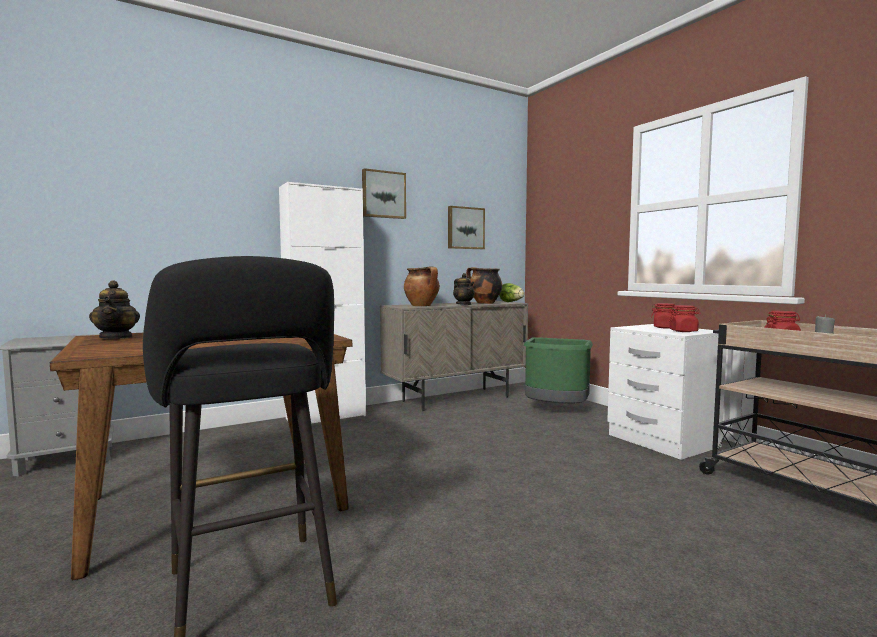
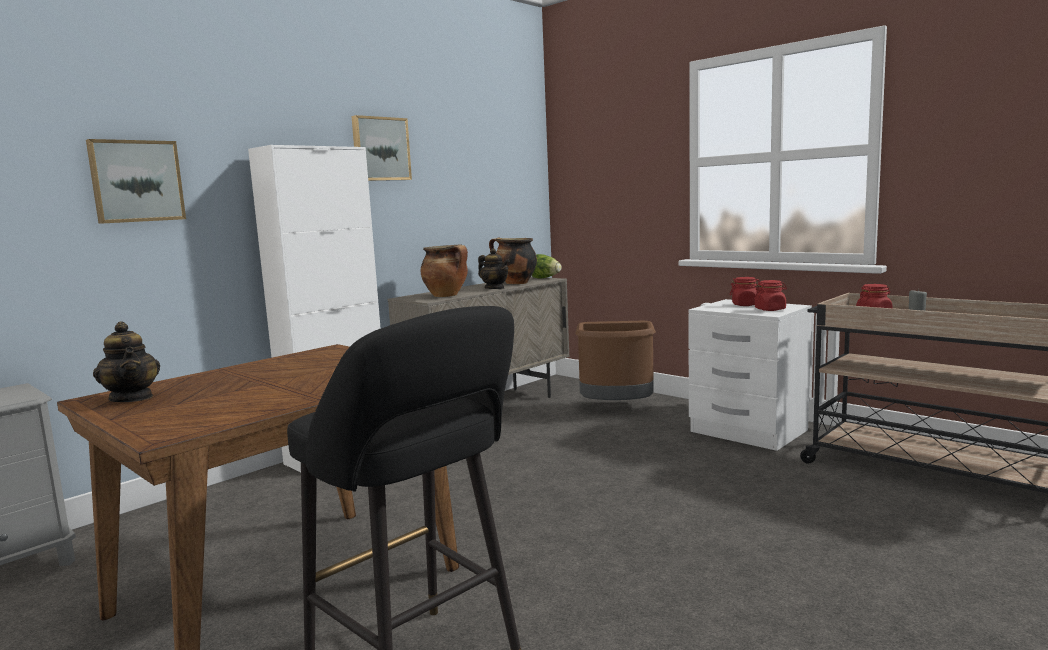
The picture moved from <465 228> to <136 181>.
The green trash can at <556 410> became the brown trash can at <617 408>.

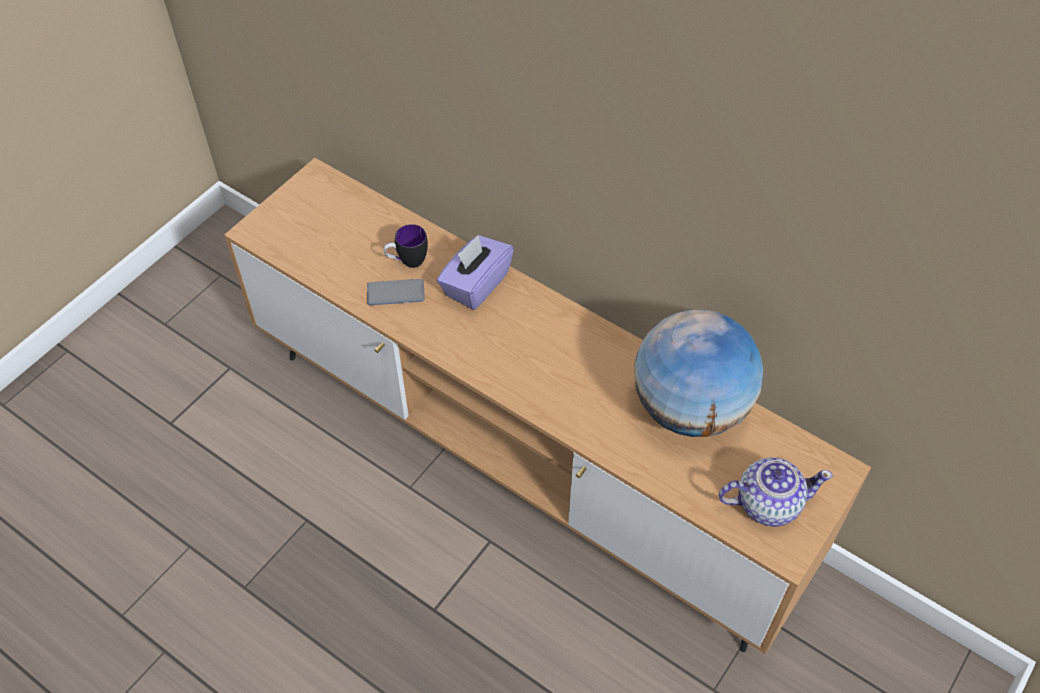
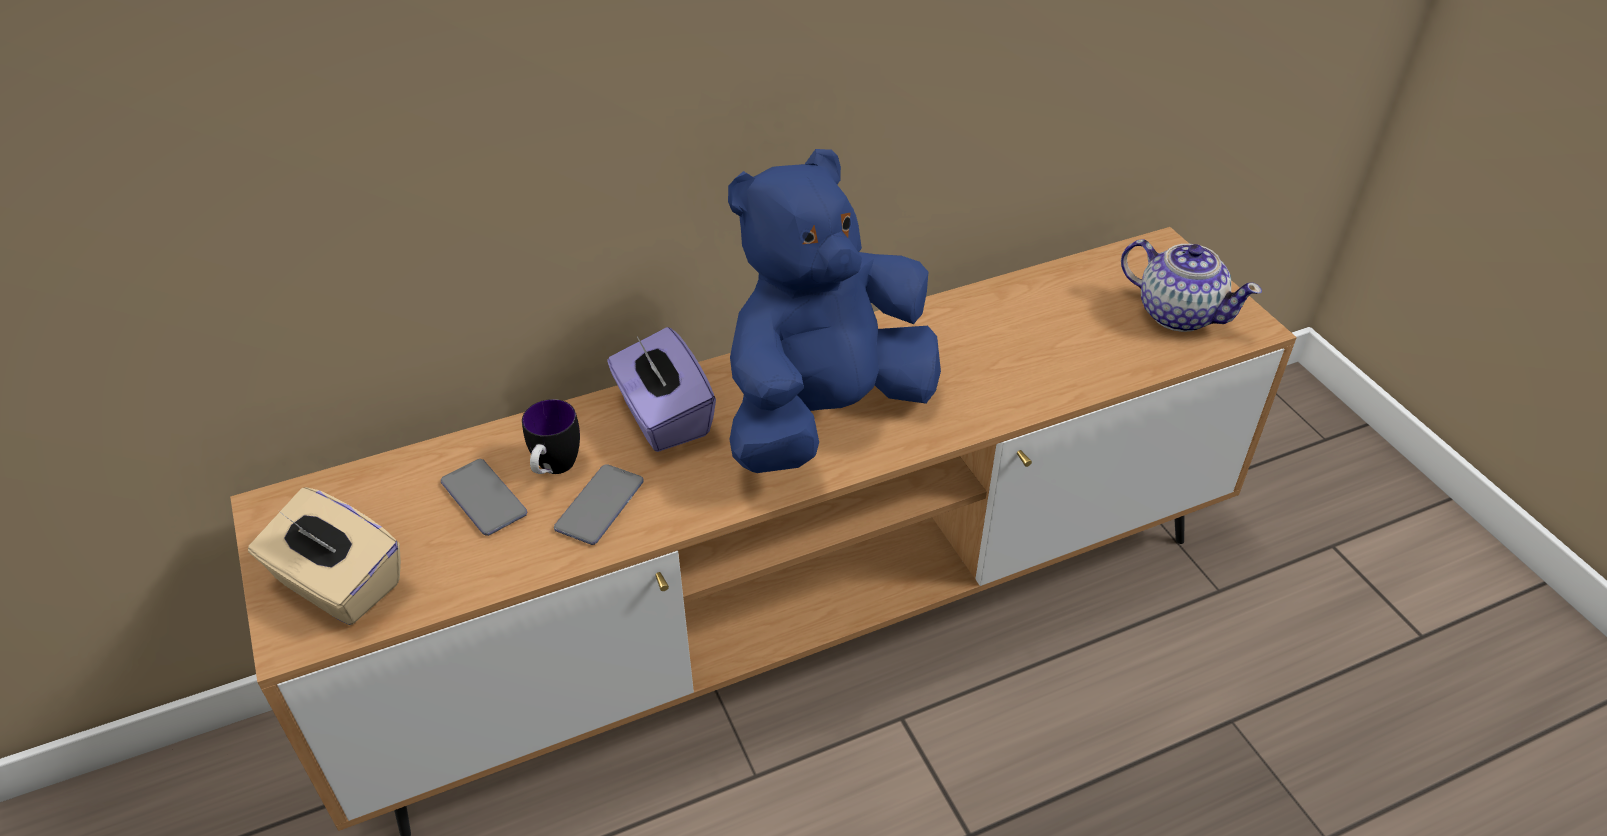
The globe at <690 408> disappeared.
The beige tissue box at <338 584> appeared.
The phone at <484 498> appeared.
The blue plush toy at <824 413> appeared.
The teapot at <767 503> turned 105 degrees clockwise.

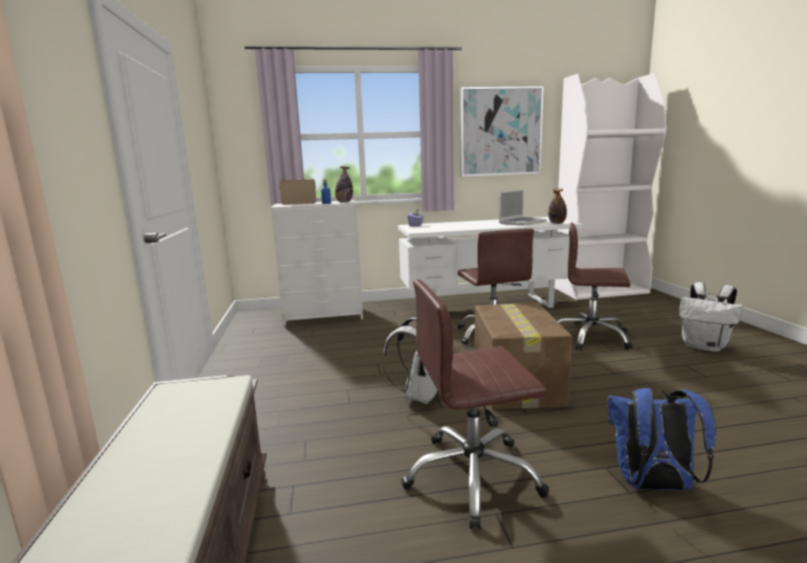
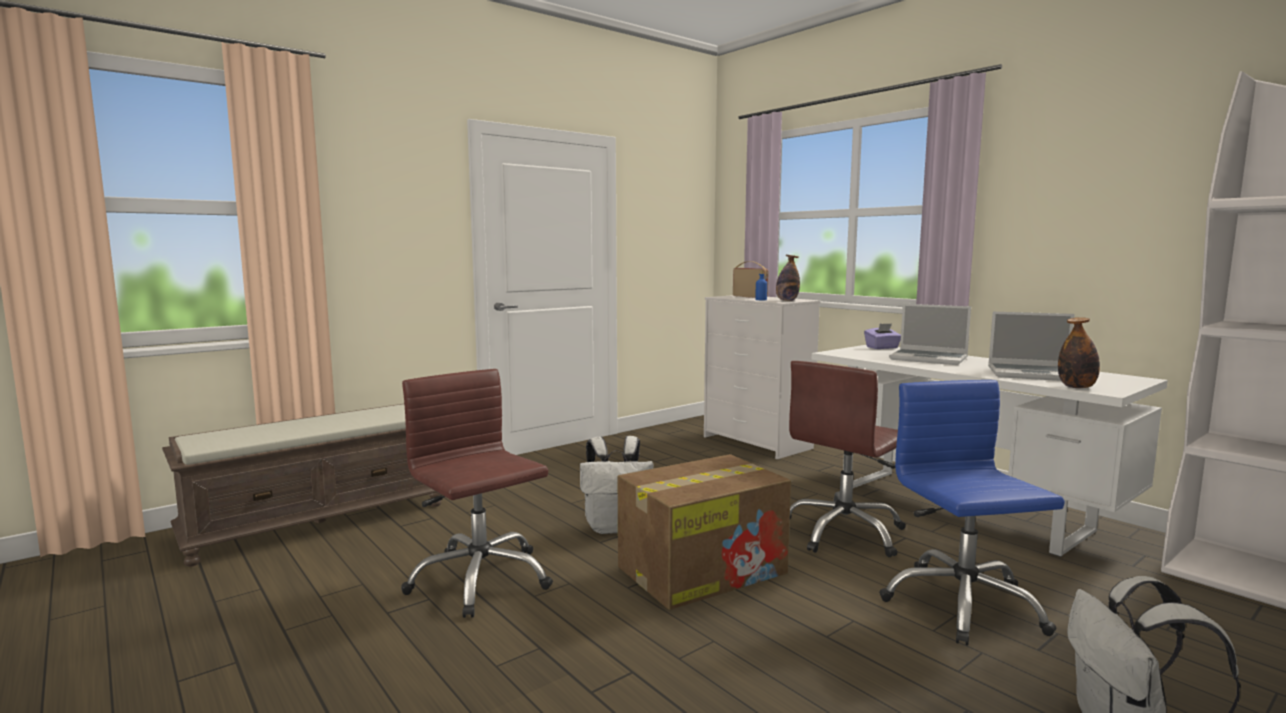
The picture at <500 132> disappeared.
The blue backpack at <652 485> disappeared.
The laptop at <929 359> appeared.
The brown office chair at <590 337> became the blue office chair at <962 604>.

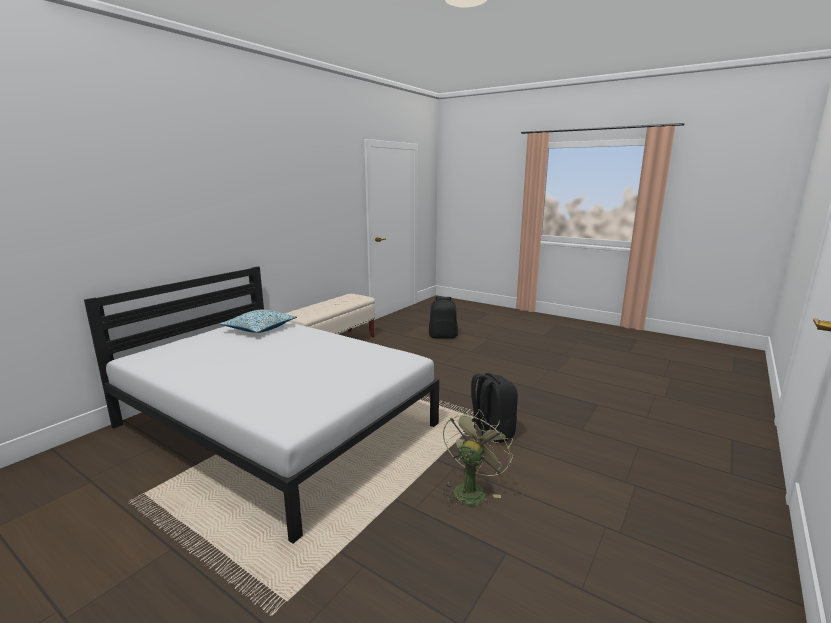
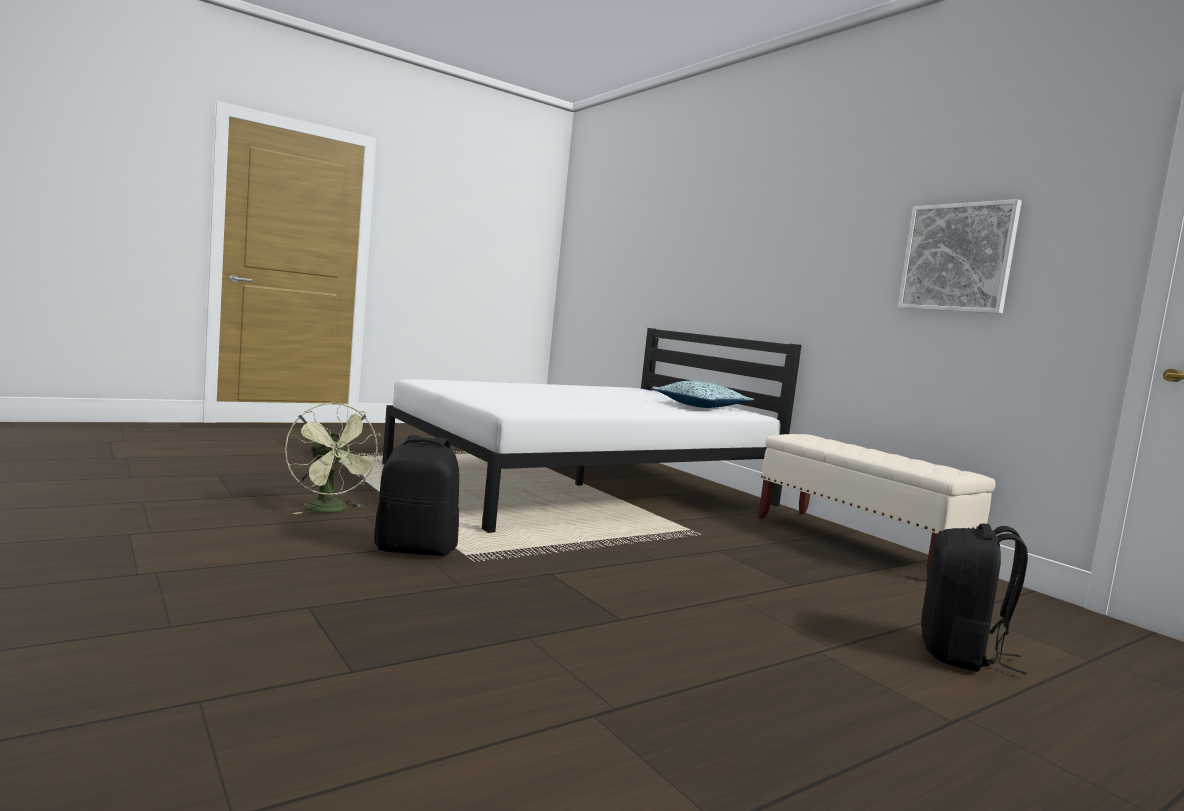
The picture at <957 258> appeared.

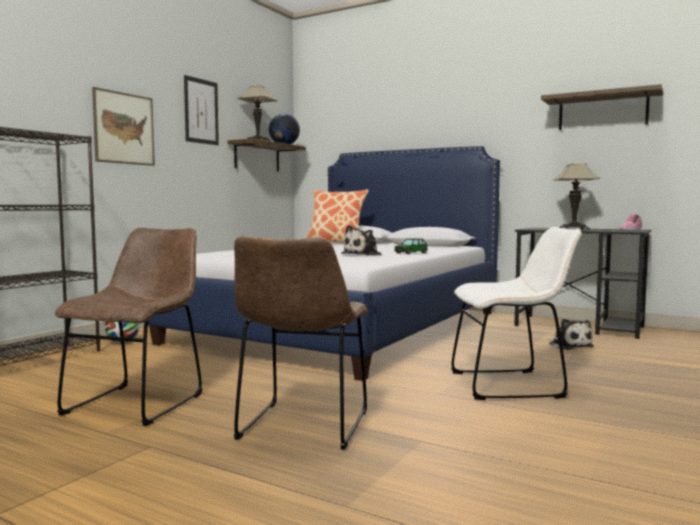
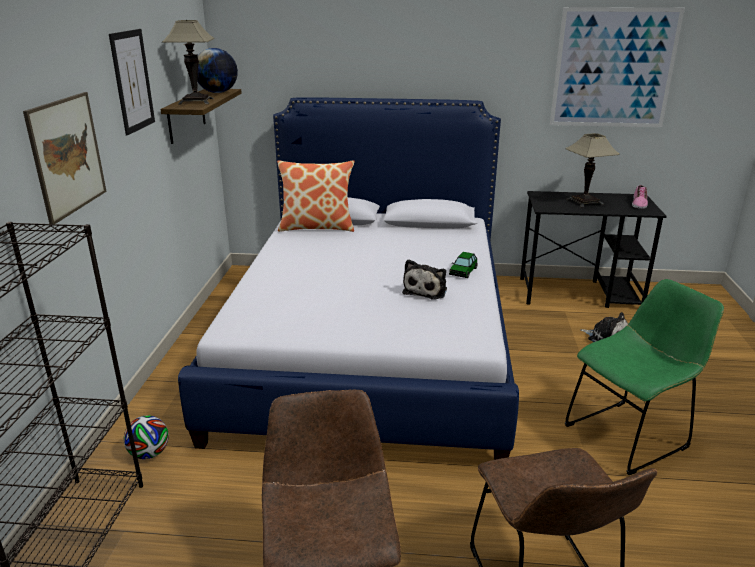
The shelf at <602 111> was replaced by the picture at <613 68>.
The white chair at <512 385> became the green chair at <630 434>.

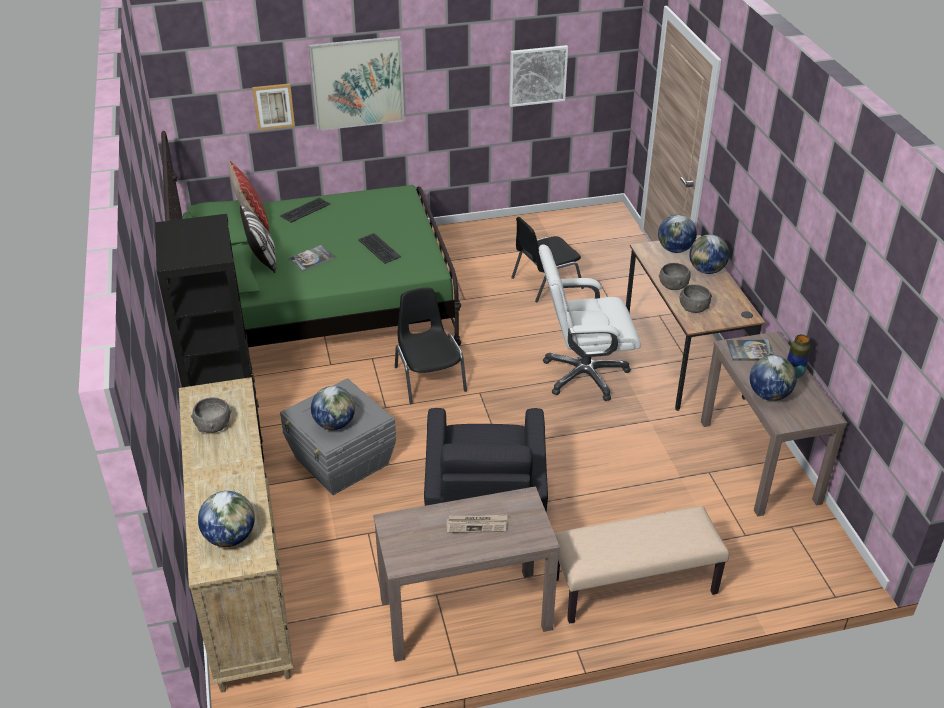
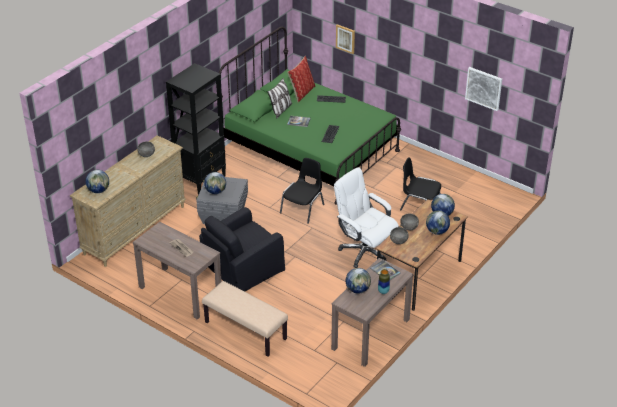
The picture at <357 83> disappeared.

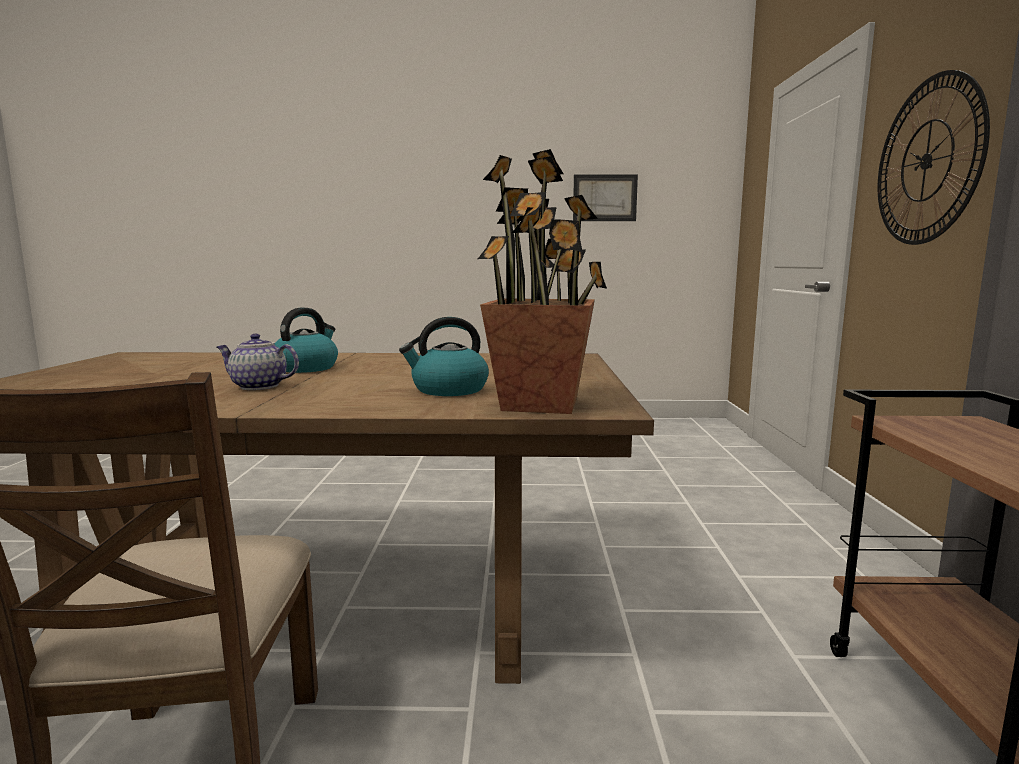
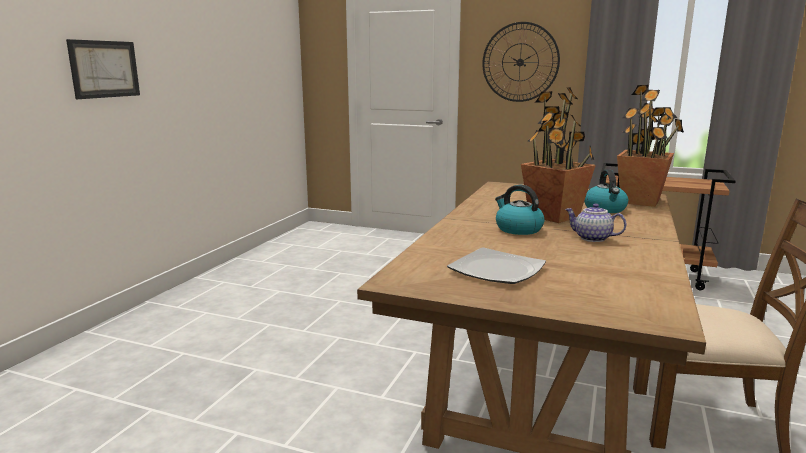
The plate at <496 269> appeared.
The potted plant at <553 216> appeared.
The picture moved from <604 198> to <104 69>.
The teapot at <257 387> turned 90 degrees clockwise.

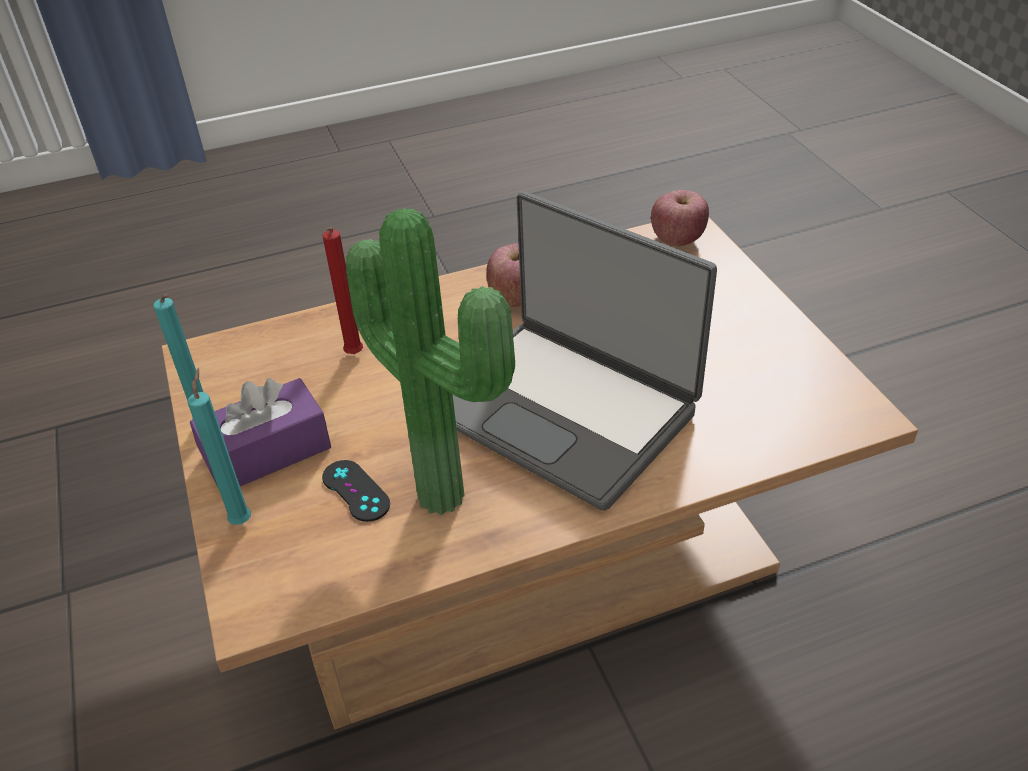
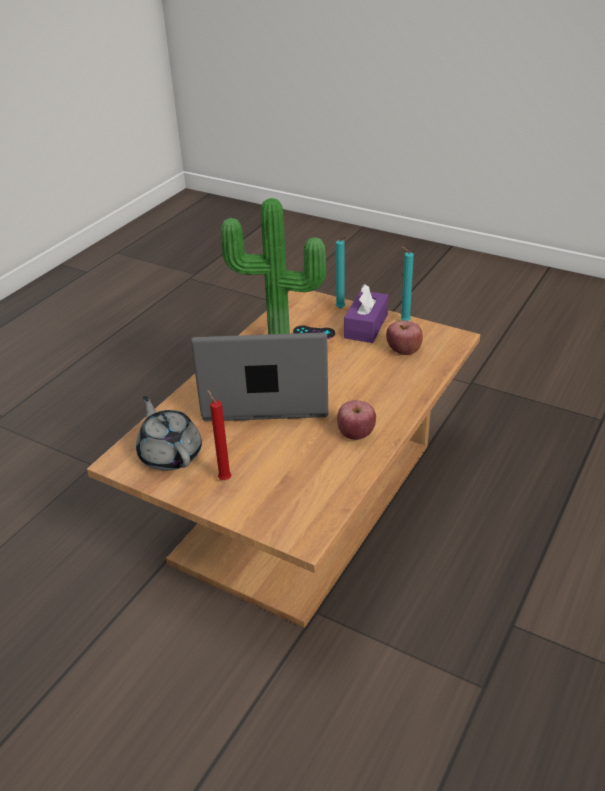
The grey teapot at <170 454> appeared.
The red candle moved from <354 356> to <223 478>.
The apple moved from <677 239> to <404 351>.

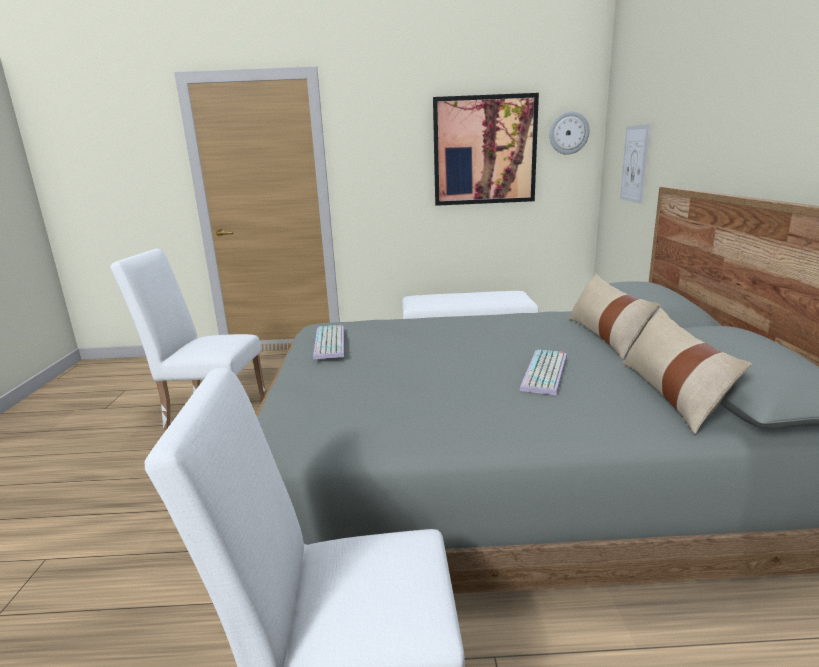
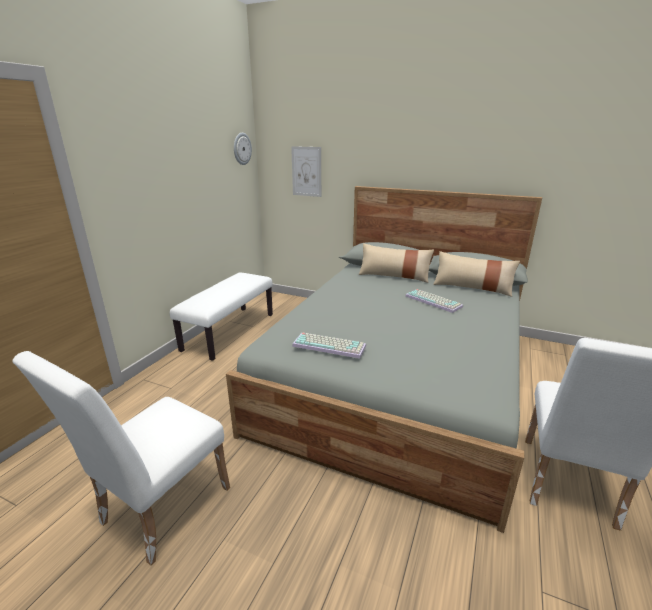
The picture at <484 150> disappeared.

